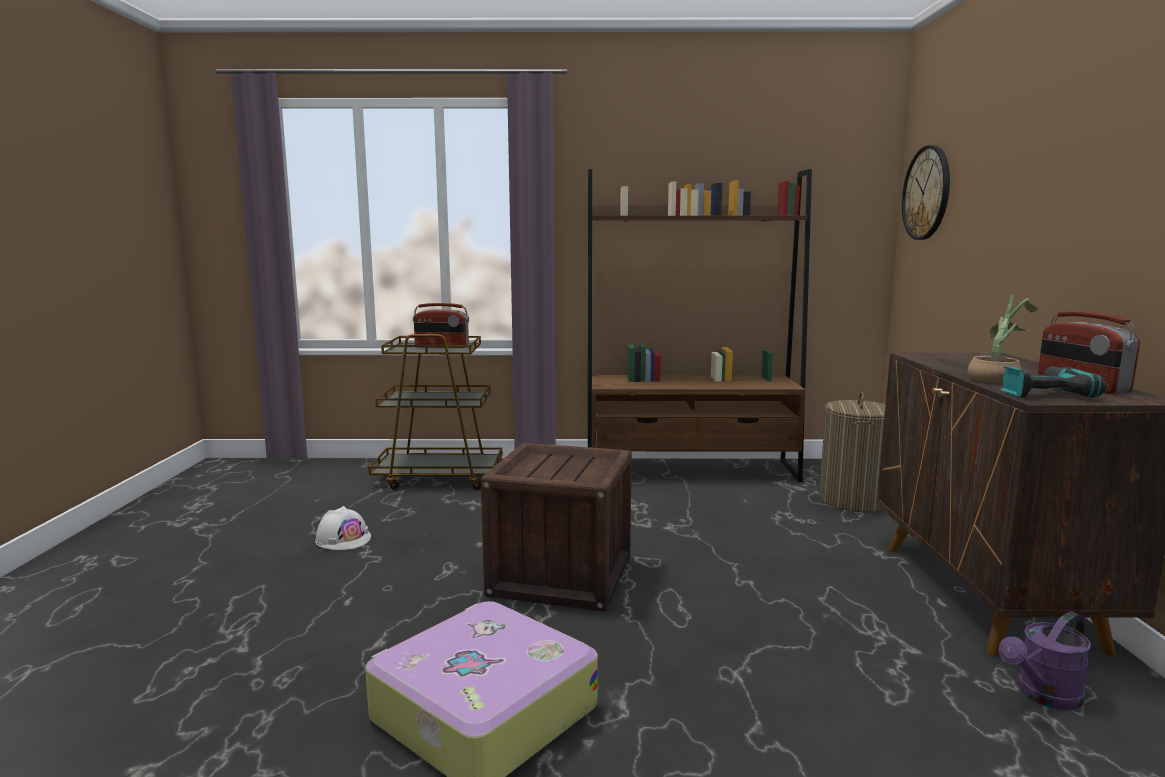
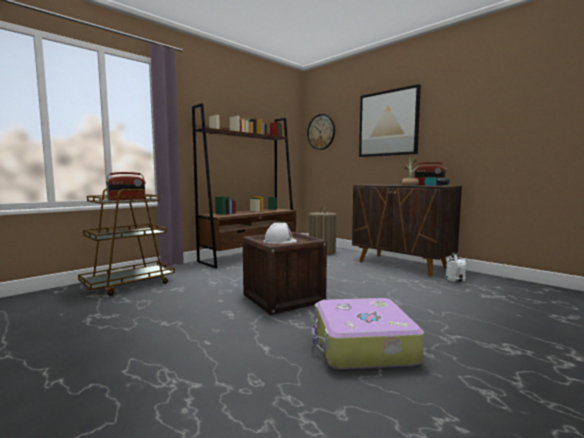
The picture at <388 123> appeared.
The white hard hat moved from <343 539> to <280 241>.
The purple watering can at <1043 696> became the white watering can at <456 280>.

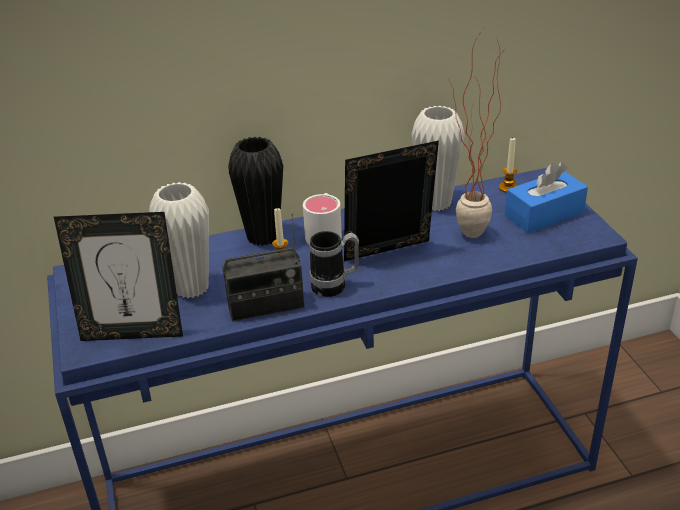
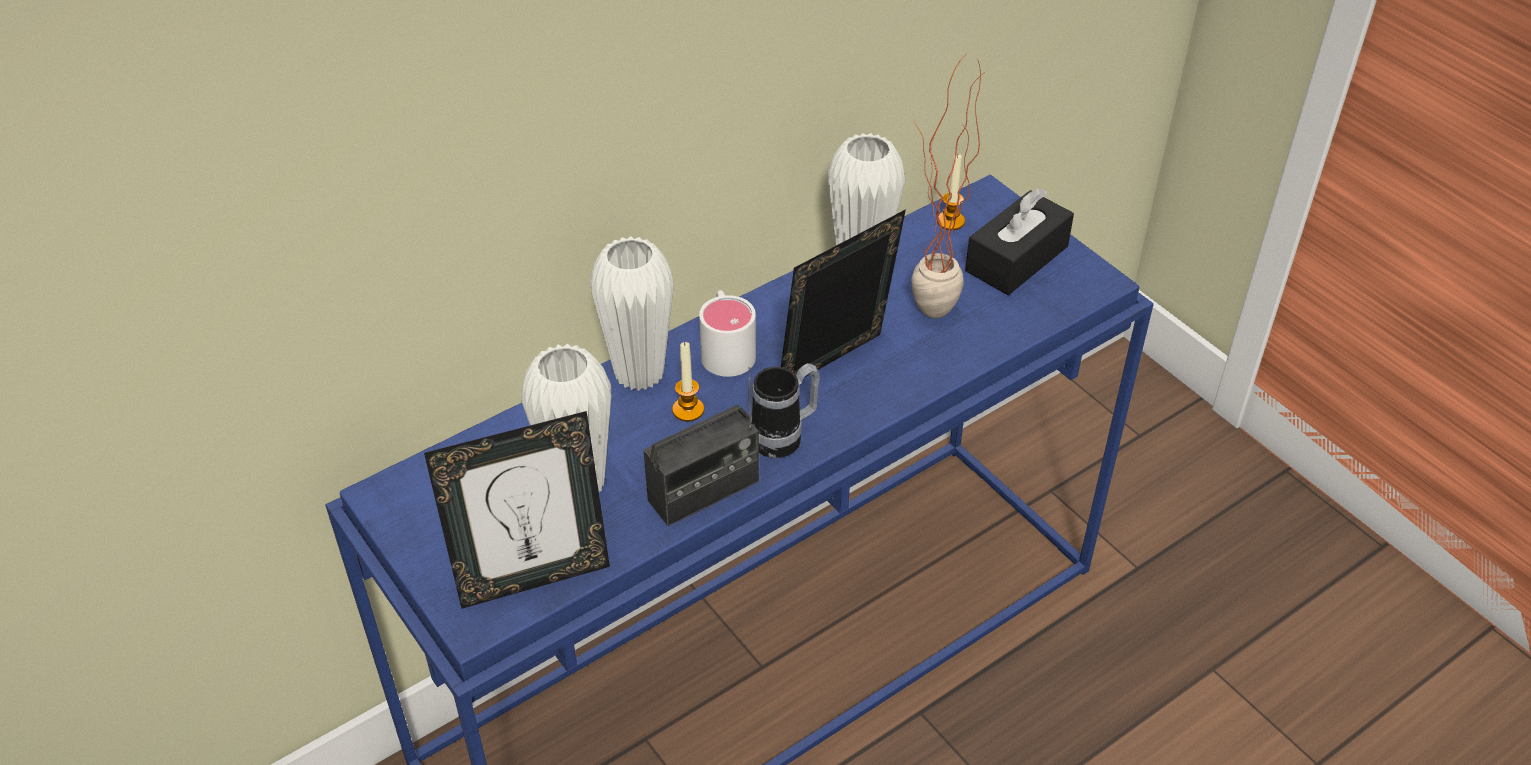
The black vase at <263 237> became the white vase at <639 373>.
The blue tissue box at <544 214> became the black tissue box at <1016 259>.

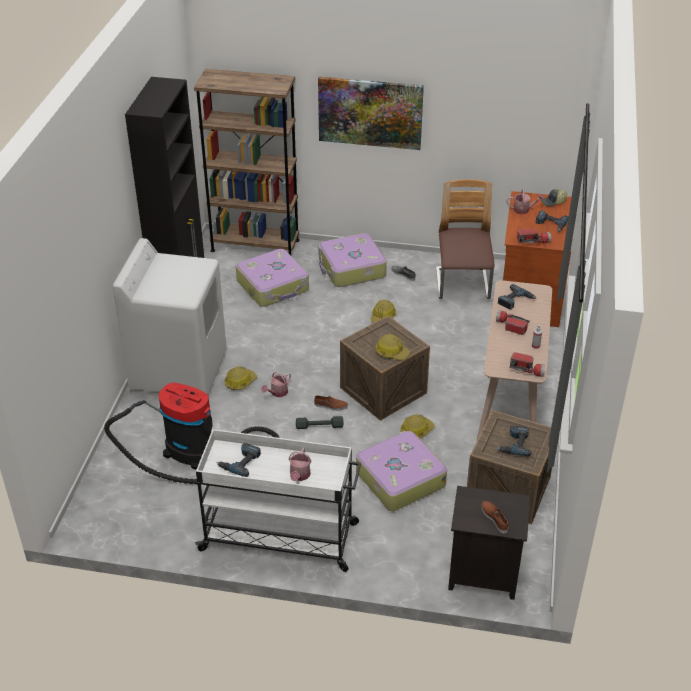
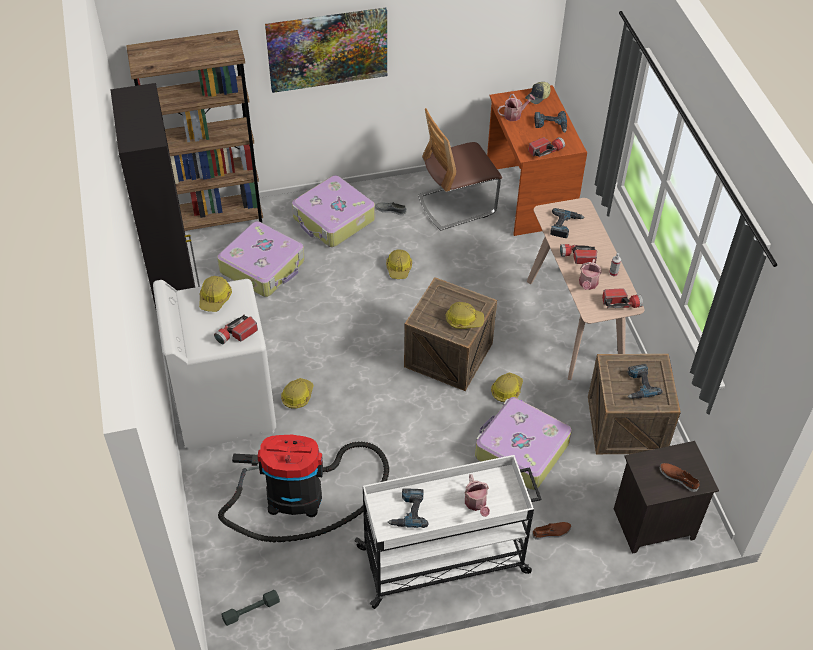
The hard hat at <215 298> appeared.
The flashlight at <236 334> appeared.
The watering can moved from <277 393> to <587 284>.
The grey dumbbell moved from <319 426> to <251 610>.
The brown shoe moved from <330 406> to <551 532>.
The chair at <462 285> turned 90 degrees counterclockwise.

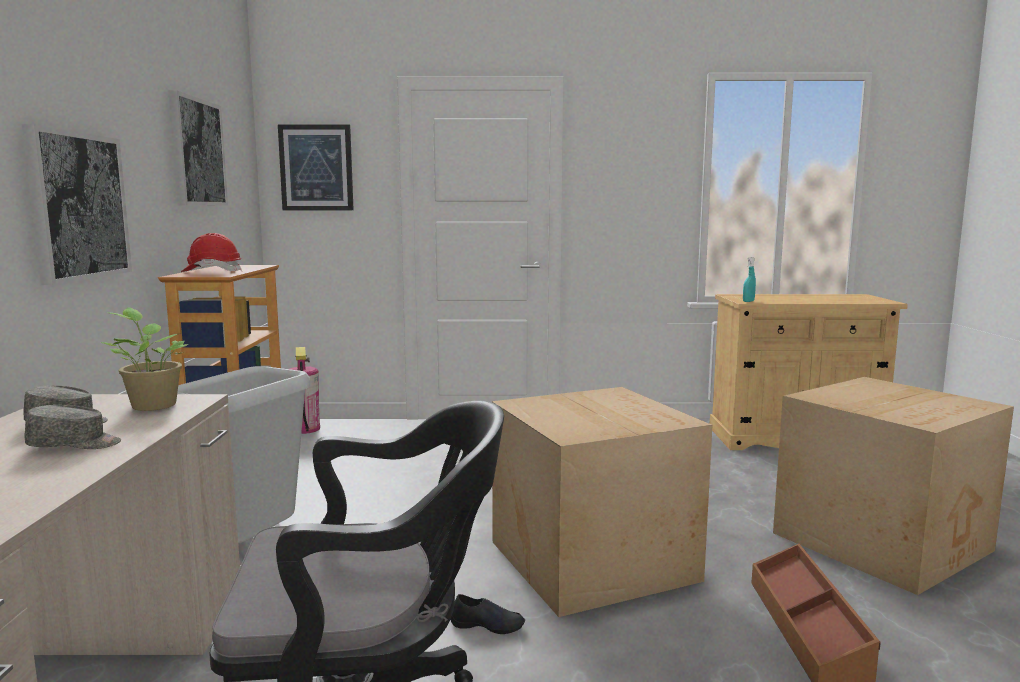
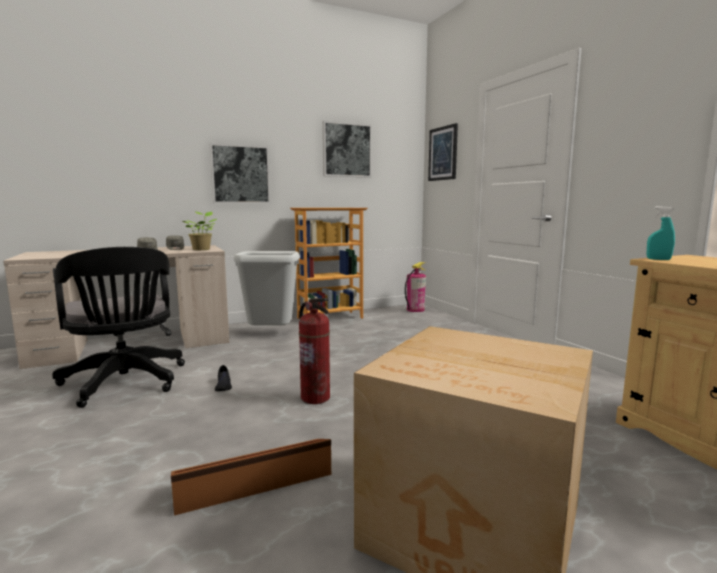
The red hard hat at <212 272> disappeared.
The cardboard box at <593 559> was replaced by the fire extinguisher at <315 398>.

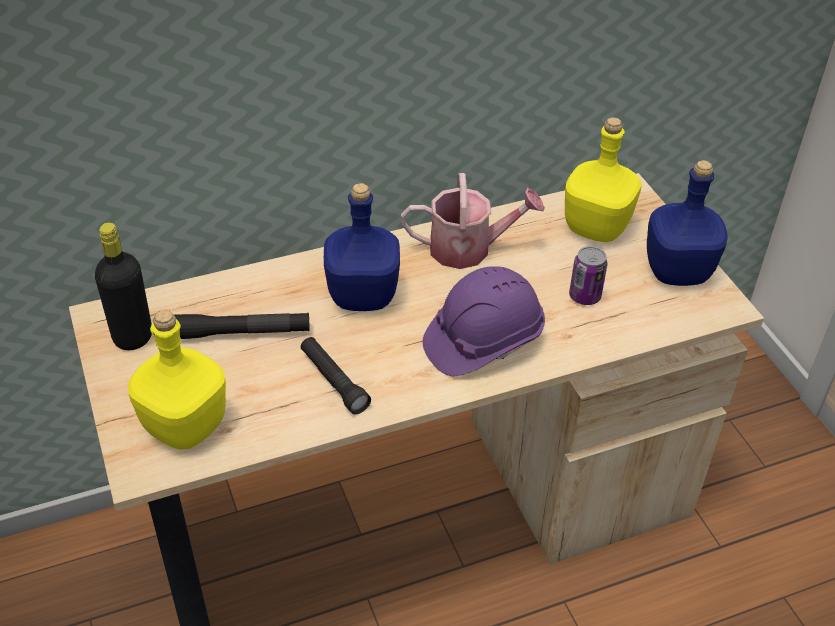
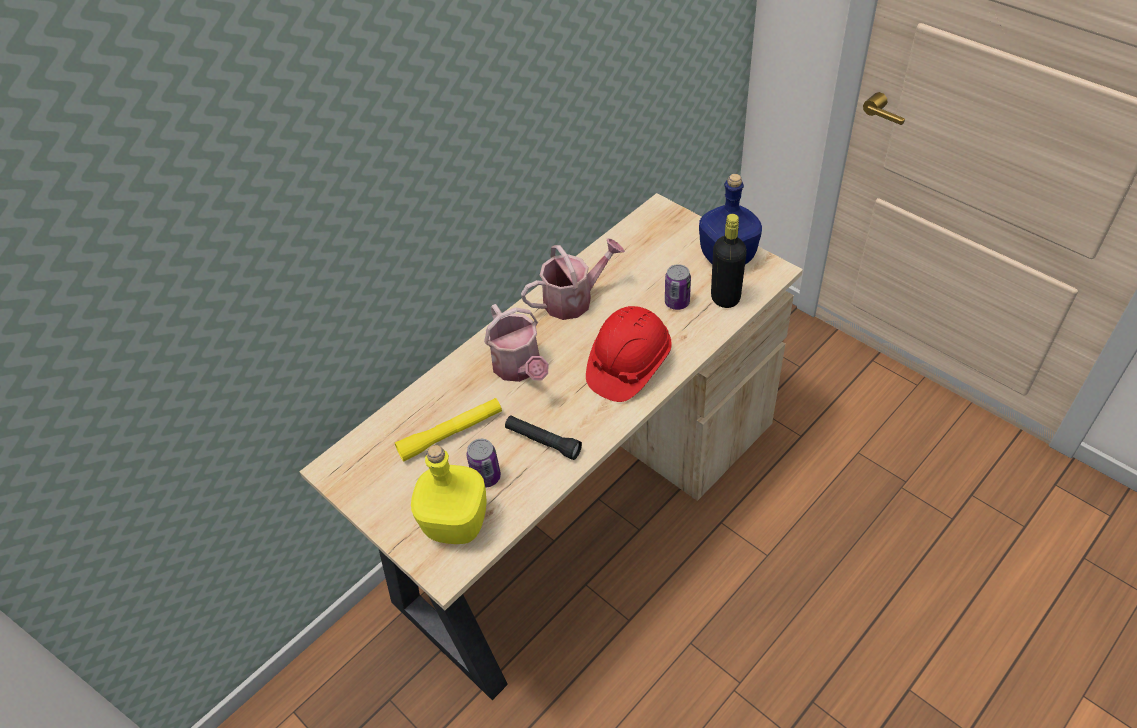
The yellow bottle at <596 227> disappeared.
The can at <486 477> appeared.
The black bottle moved from <133 337> to <725 298>.
The blue bottle at <361 296> was replaced by the watering can at <520 368>.
The black flashlight at <243 333> became the yellow flashlight at <451 434>.
The purple hard hat at <482 341> became the red hard hat at <628 365>.

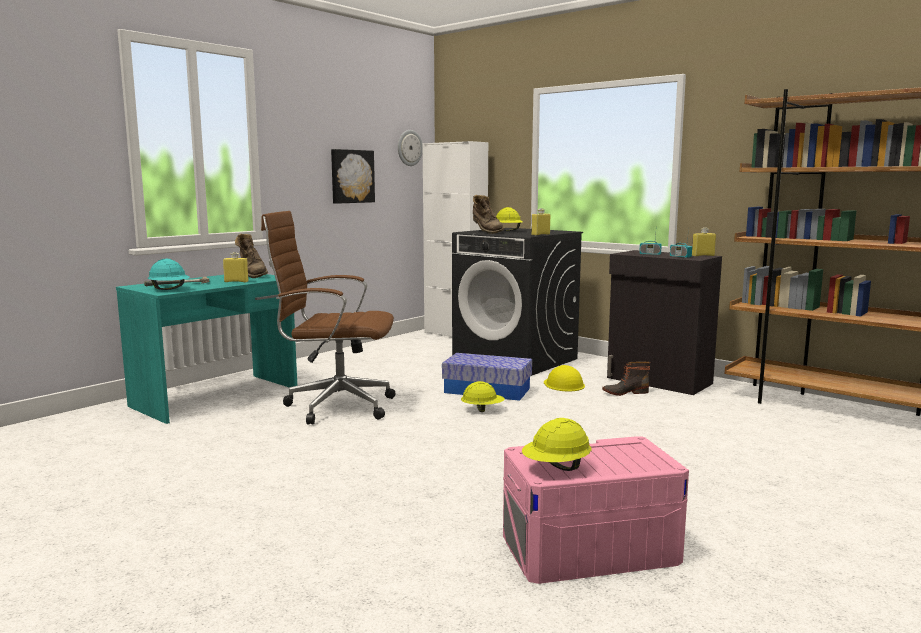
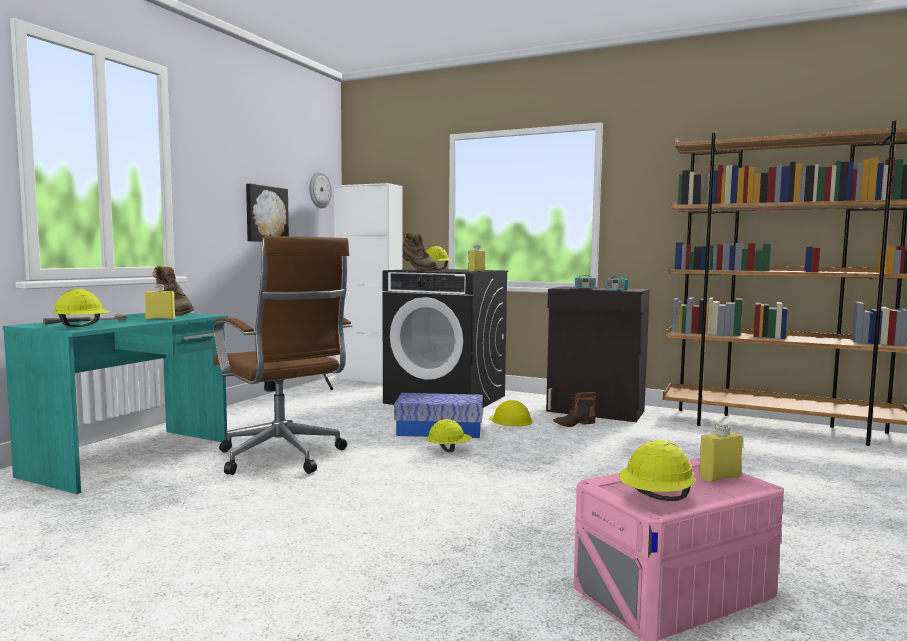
The yellow bottle moved from <703 255> to <719 477>.
The turquoise hard hat at <170 289> became the yellow hard hat at <82 326>.
The brown office chair at <334 406> turned 120 degrees counterclockwise.

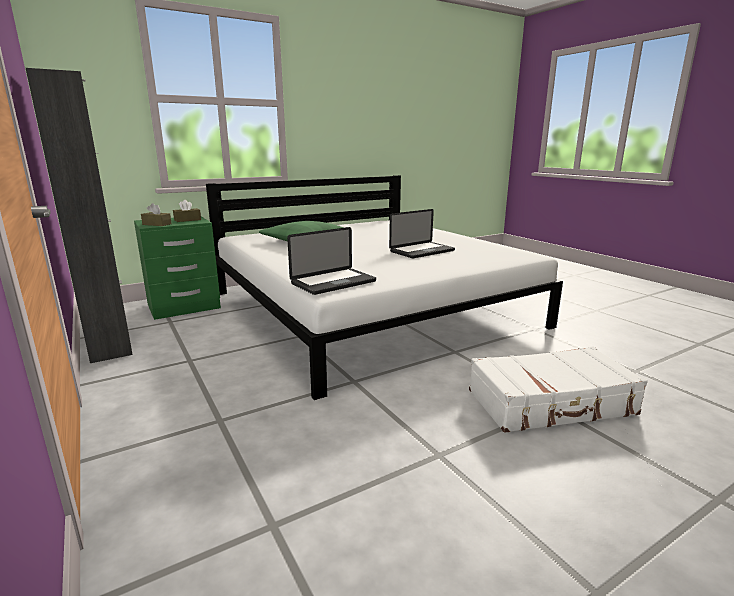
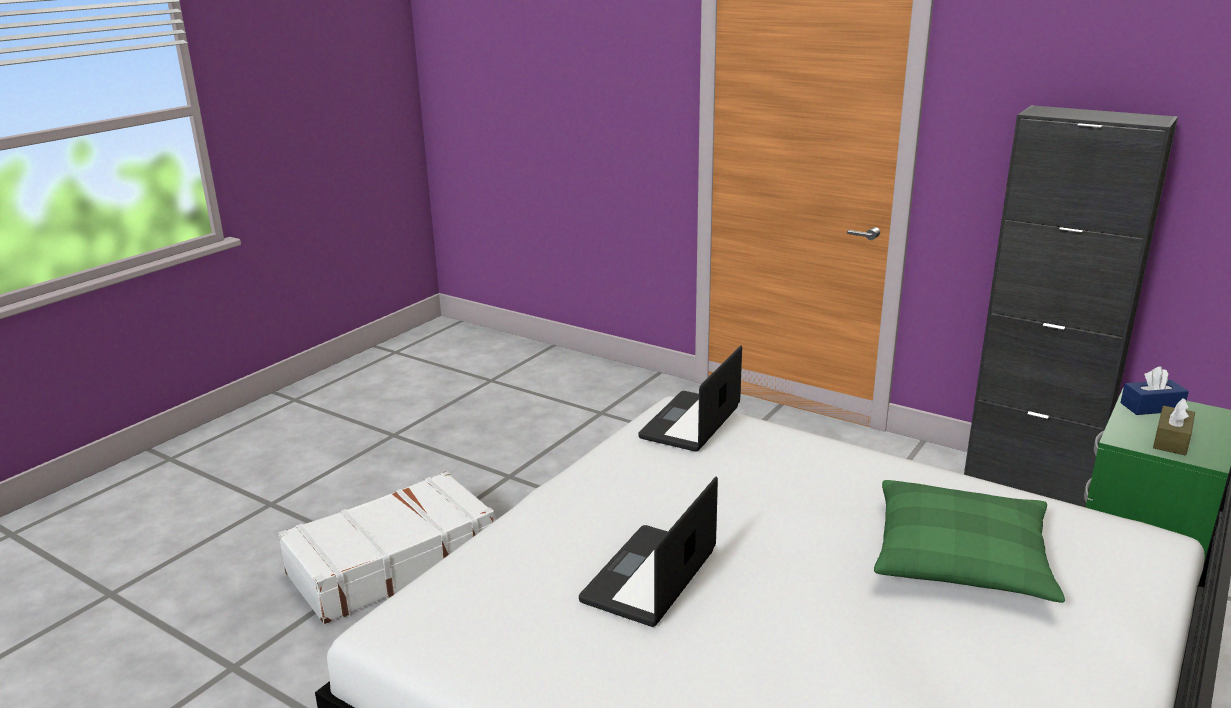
The brown tissue box at <157 224> became the blue tissue box at <1151 407>.

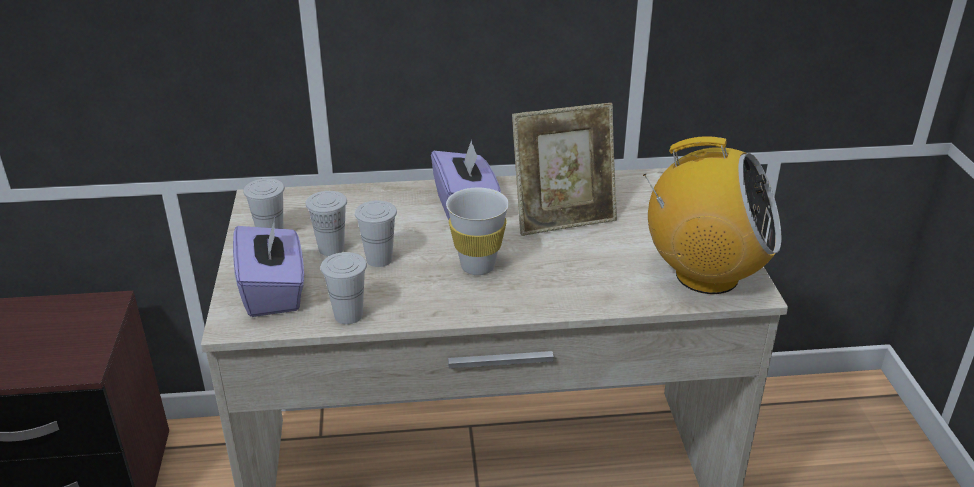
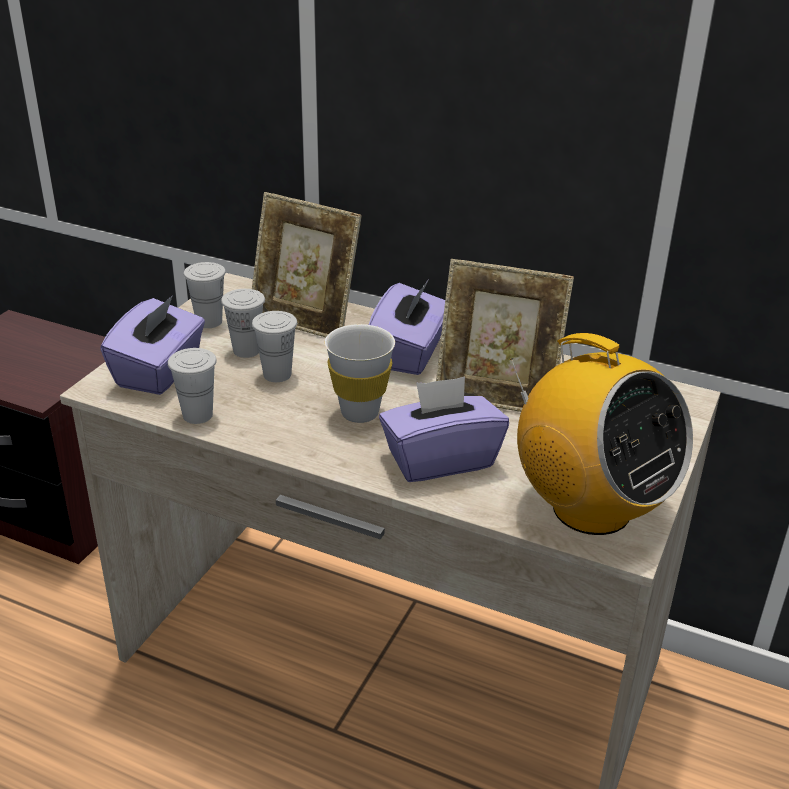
The picture frame at <304 320> appeared.
The purple tissue box at <440 459> appeared.

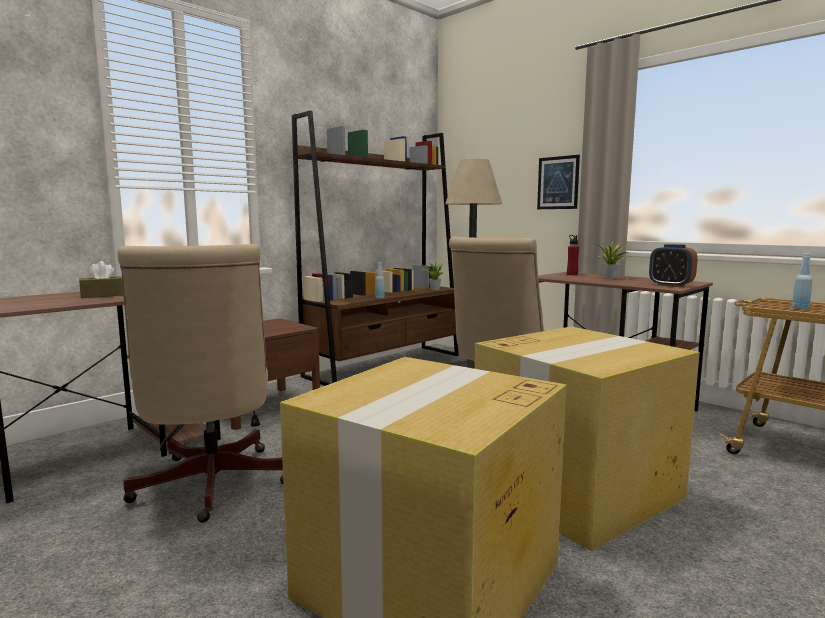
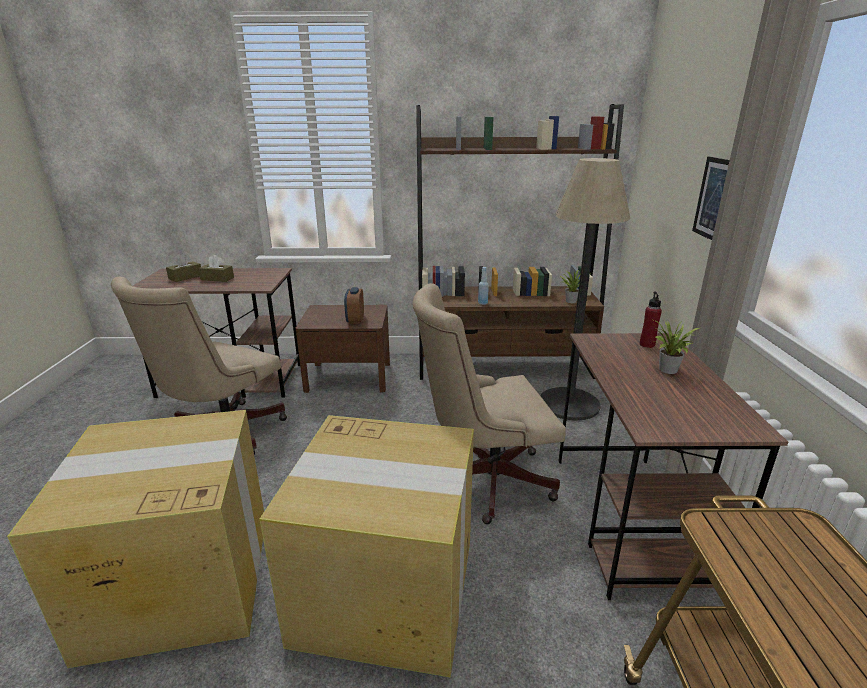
The blue bottle at <800 308> disappeared.
The brown tissue box at <185 277> appeared.
The alarm clock moved from <671 285> to <355 320>.

